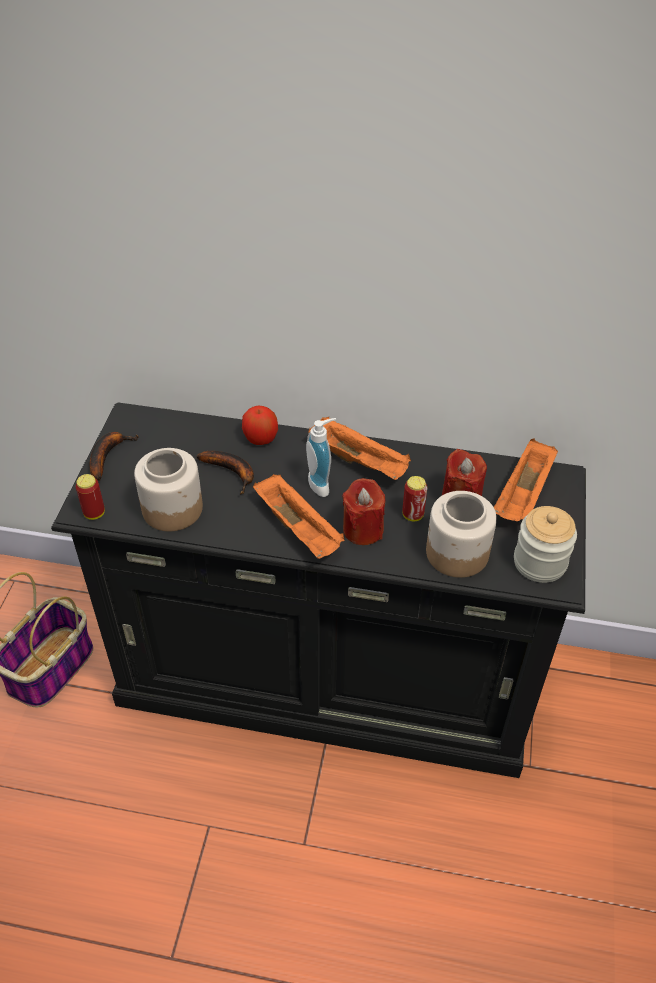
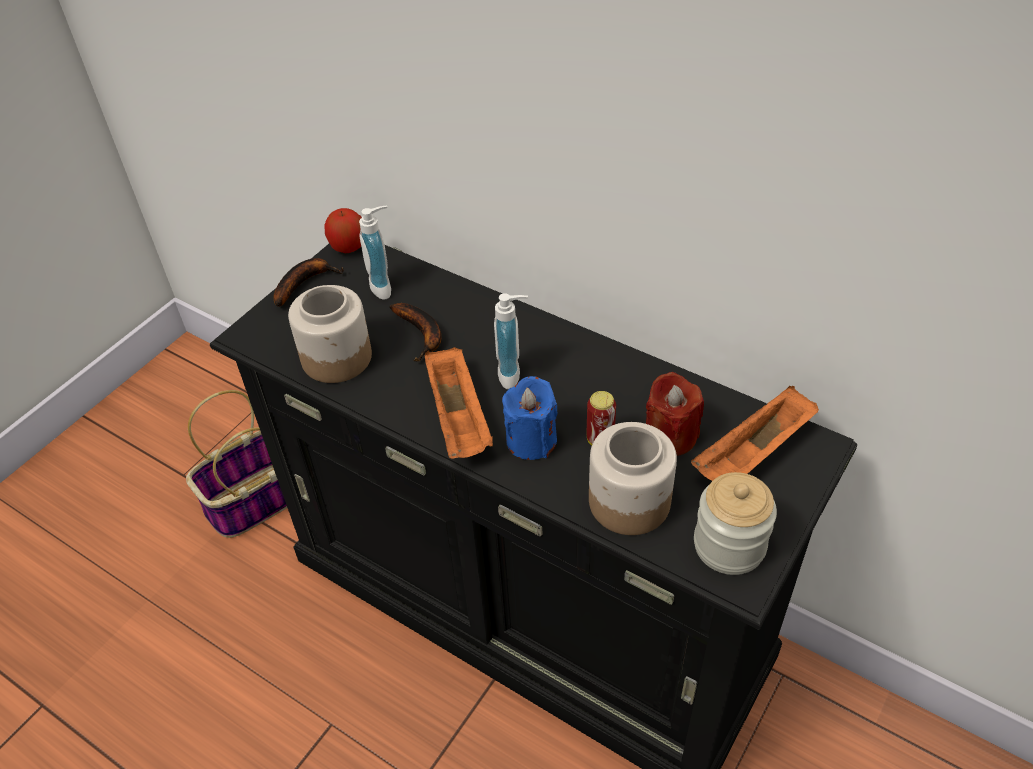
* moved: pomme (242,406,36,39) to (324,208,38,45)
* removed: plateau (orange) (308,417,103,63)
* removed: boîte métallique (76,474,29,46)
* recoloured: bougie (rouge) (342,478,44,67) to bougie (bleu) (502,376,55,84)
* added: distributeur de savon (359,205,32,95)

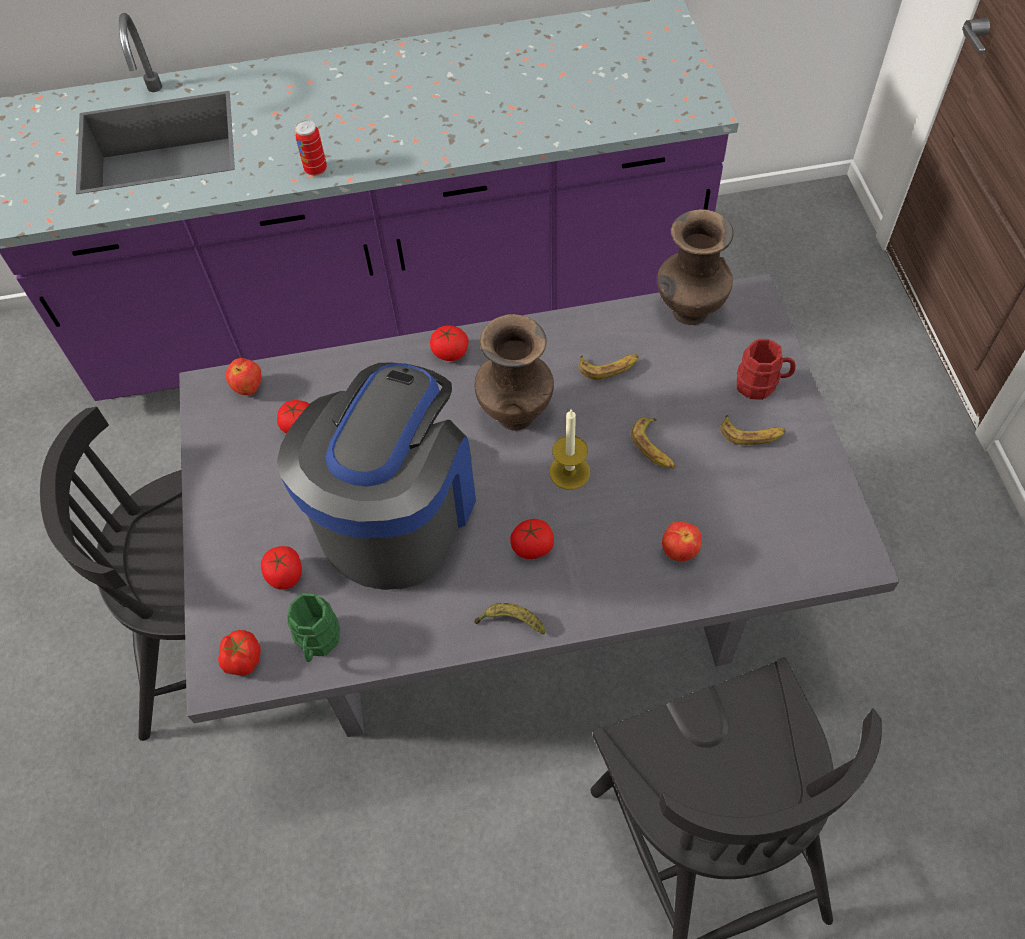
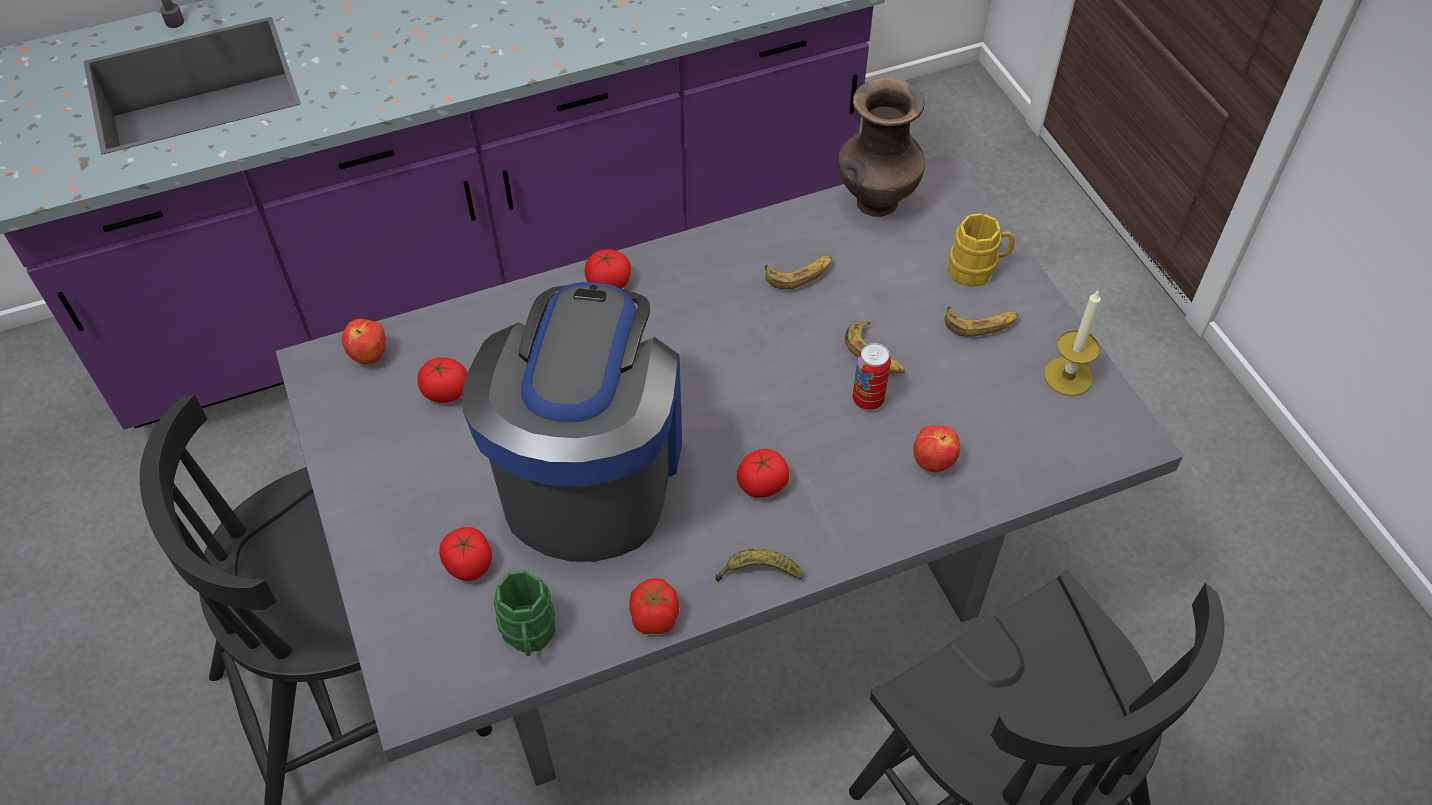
* moved: boîte métallique (295,120,32,56) to (853,343,38,67)
* removed: vase (marron) (475,314,79,117)
* recoloured: mug (rouge) (737,339,59,61) to mug (jaune) (948,213,67,74)
* moved: bougie (550,410,40,80) to (1044,291,57,105)
* moved: tomate (218,630,43,46) to (629,578,50,56)

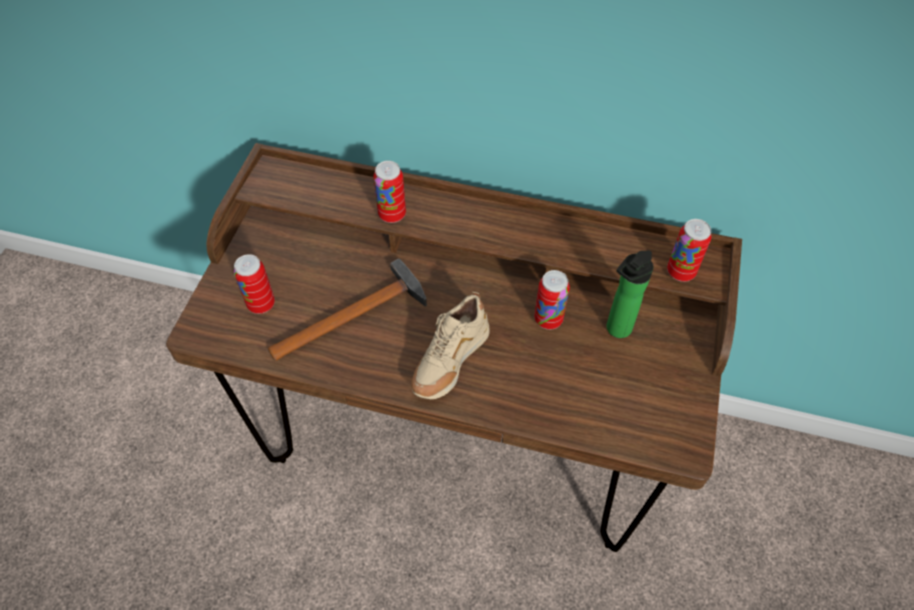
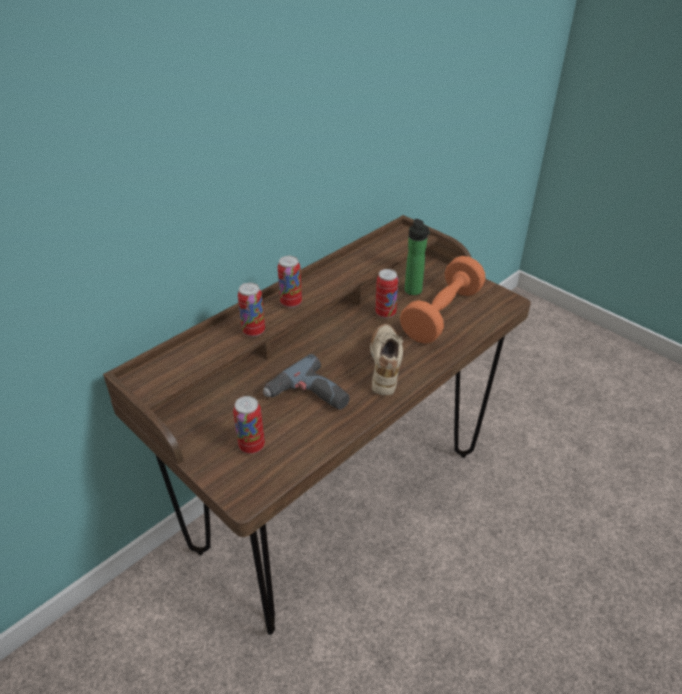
* moved: boîte métallique (667,219,44,63) to (278,256,24,52)
* replaced: marteau (268,259,159,102) to perceuse (263,354,87,56)
* turned: chaussure (beige) (411,292,79,107) = (370,324,33,71) 150 degrees counterclockwise
* added: haltère (orange) (400,256,86,88)

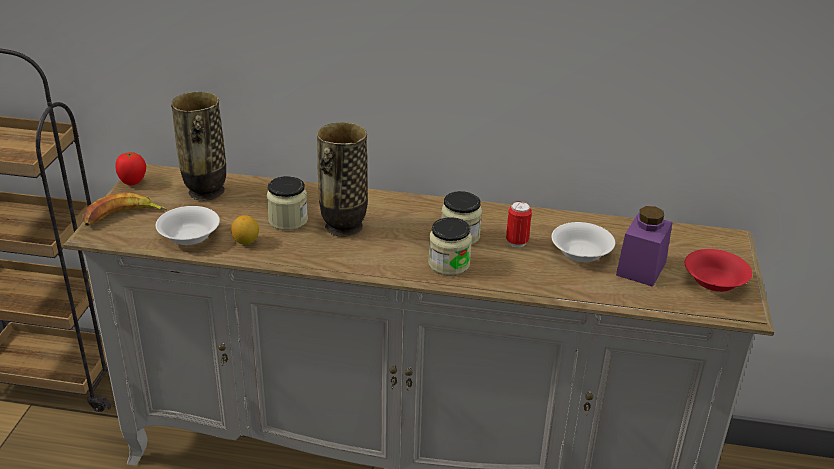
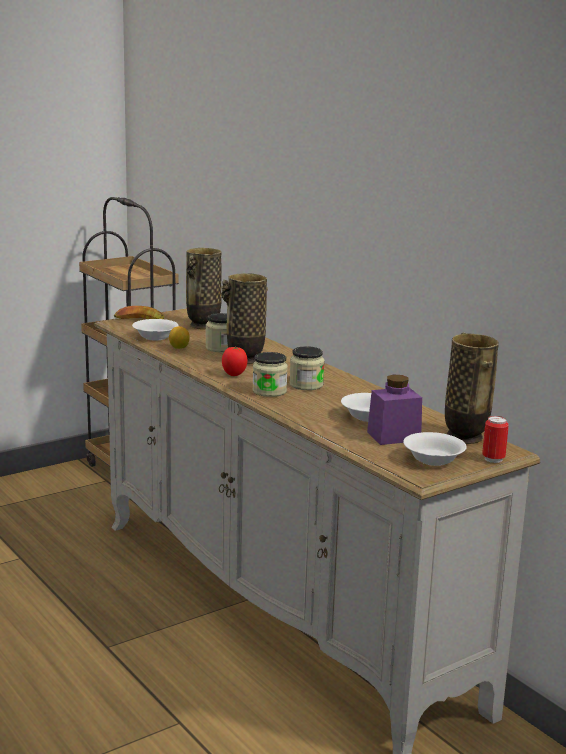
* moved: tomate (116,152,30,33) to (222,347,26,29)
* moved: boîte métallique (506,201,26,46) to (482,416,27,47)
* recoloured: bol (rouge) (685,249,67,43) to bol (blanc) (403,432,64,34)
* added: vase (445,332,54,112)

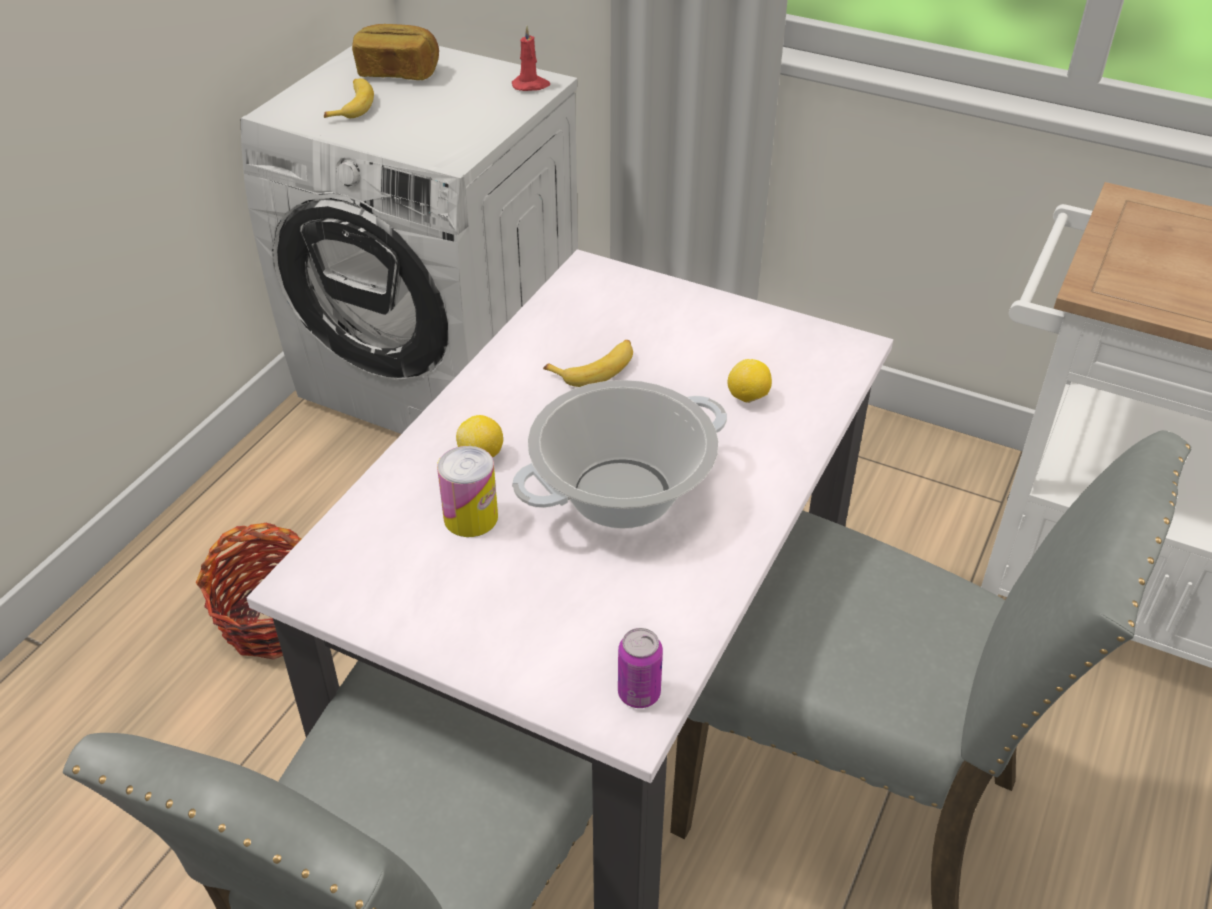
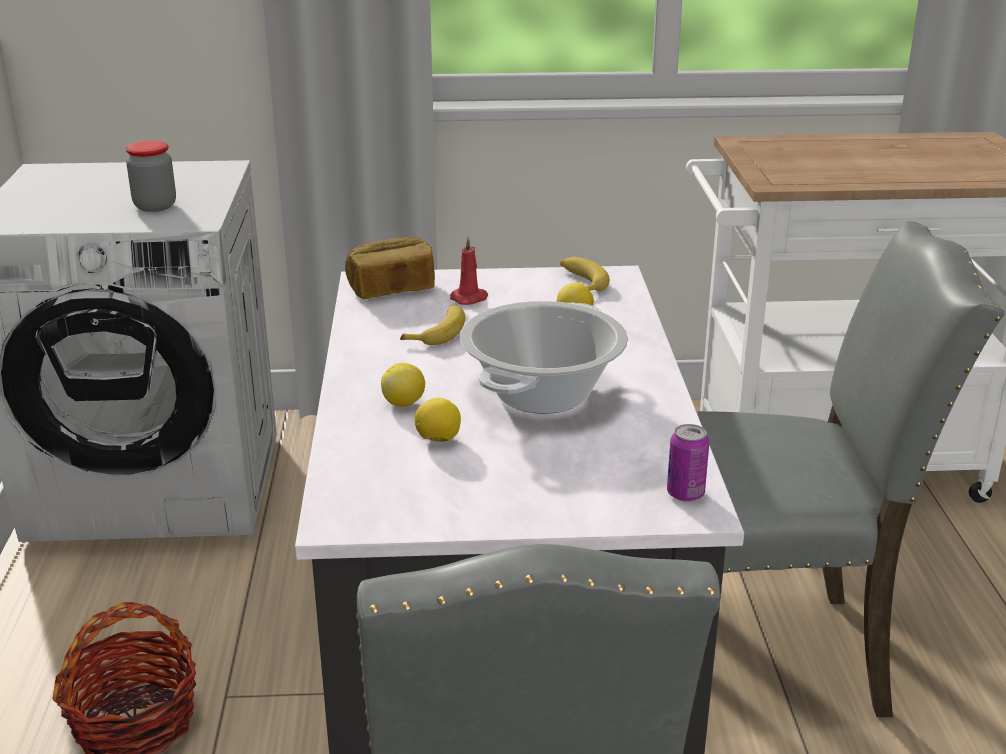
* moved: pain (352,24,87,56) to (345,237,90,62)
* moved: bougie (rouge) (512,26,38,65) to (450,236,38,69)
* moved: banane (324,78,50,40) to (560,257,50,34)
* replaced: boîte métallique (437,446,61,91) to citron (415,398,46,44)
* added: bocal (126,141,50,71)

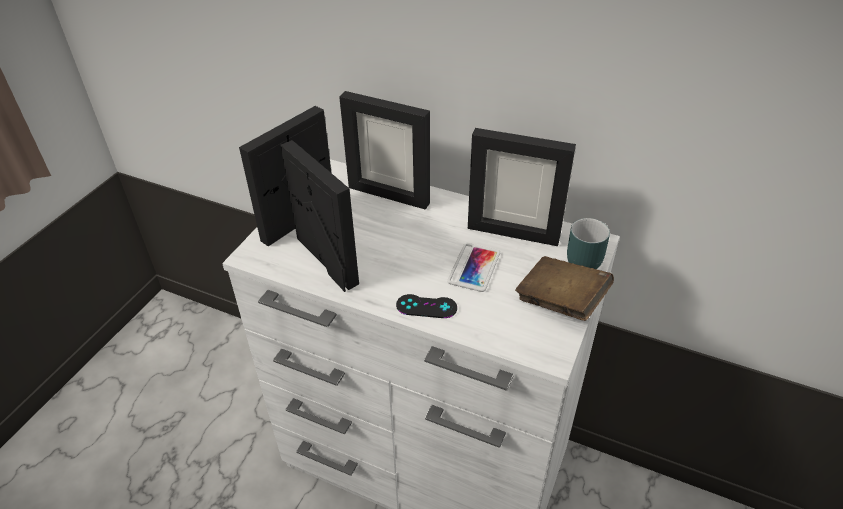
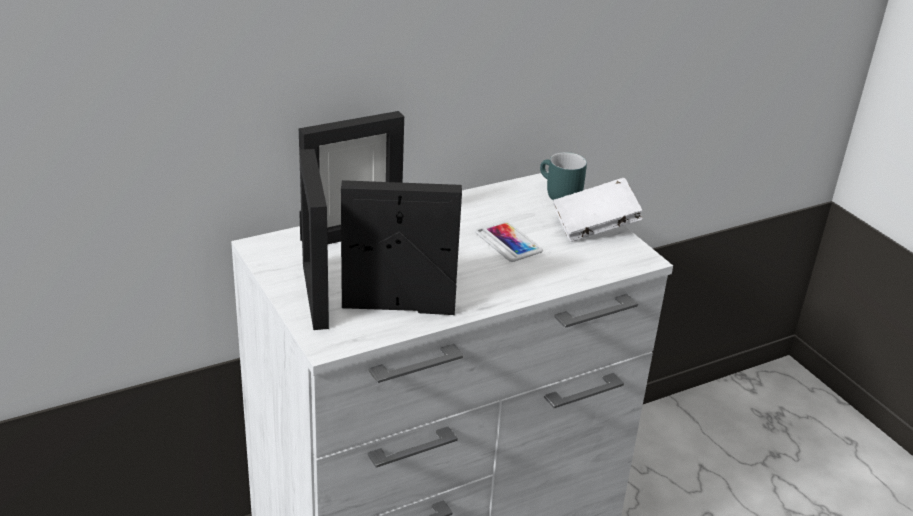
* removed: cadre photo (468,128,108,118)
* recoloured: livre (marron) (515,256,99,65) to livre (blanc) (553,178,90,64)
* removed: manette (noir) (396,294,61,24)

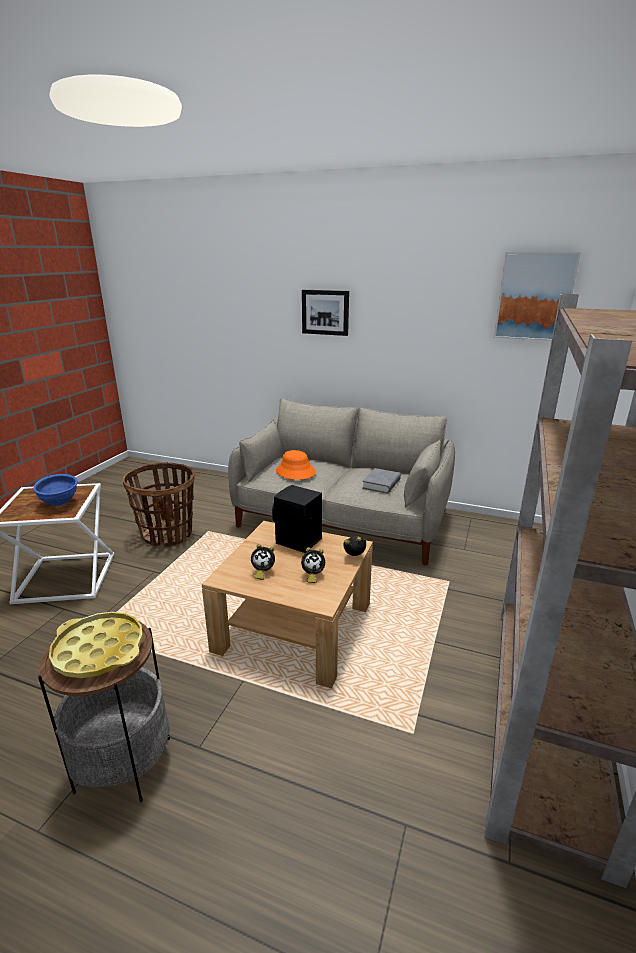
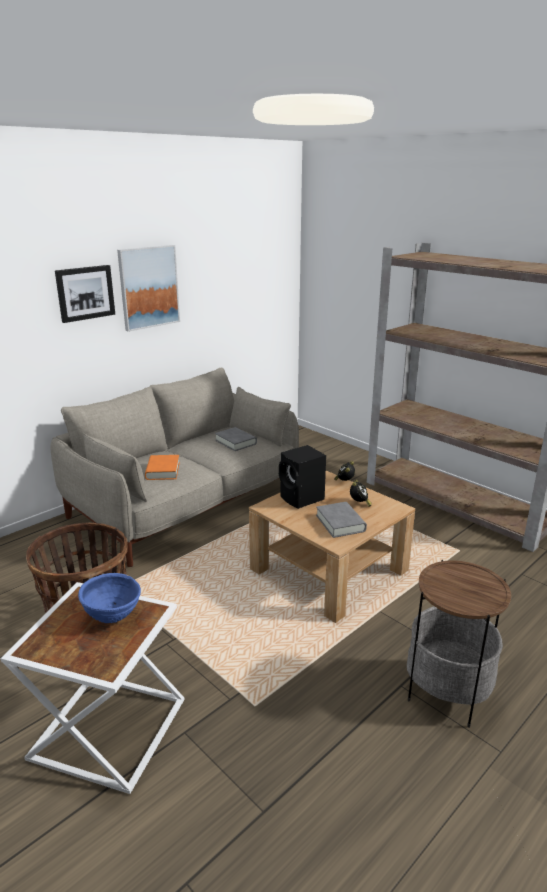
* moved: tableau (494,252,87,89) to (117,245,63,87)
* replaced: chapeau (orange) (276,450,40,30) to livre (orange) (145,455,35,25)
* replaced: réveil (251,544,24,36) to livre (gris) (316,502,51,36)
* removed: plateau (jaune) (49,612,94,66)

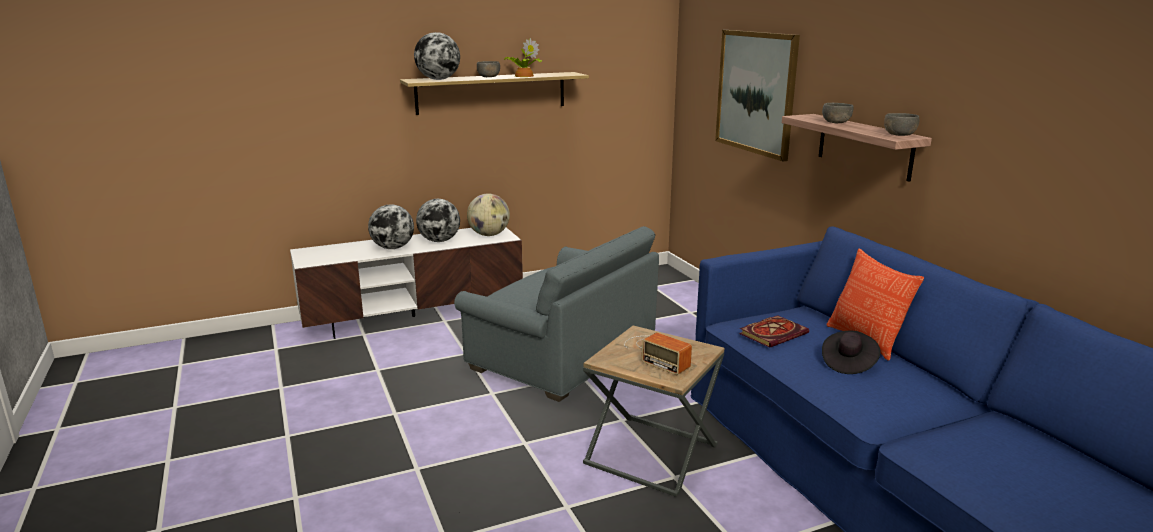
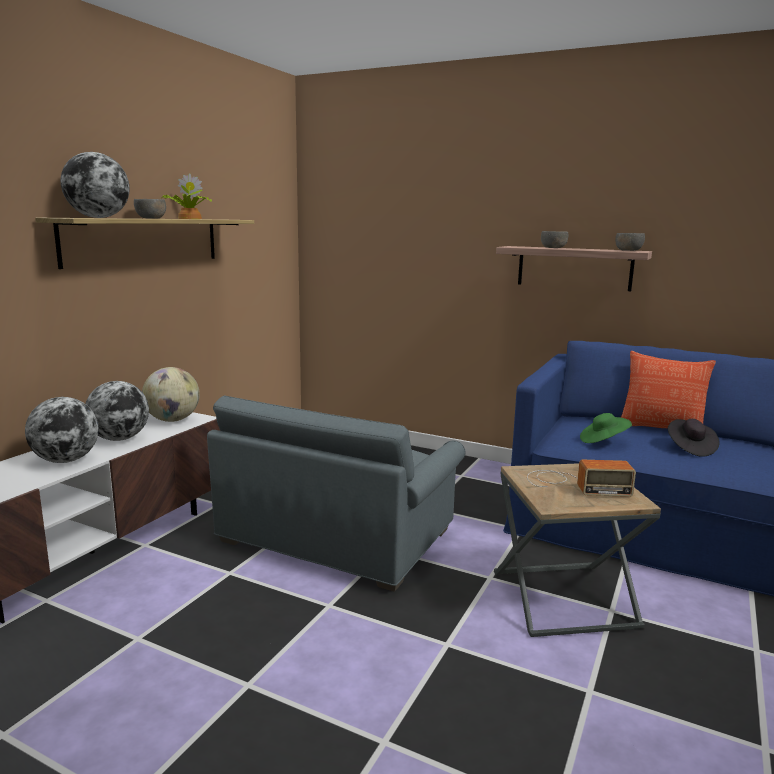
* removed: tableau (715,30,85,131)
* turned: fauteuil (gris) (454,226,205,176) = (207,395,259,197) 120 degrees clockwise
* replaced: livre (739,315,70,32) to chapeau (vert) (580,413,52,30)

